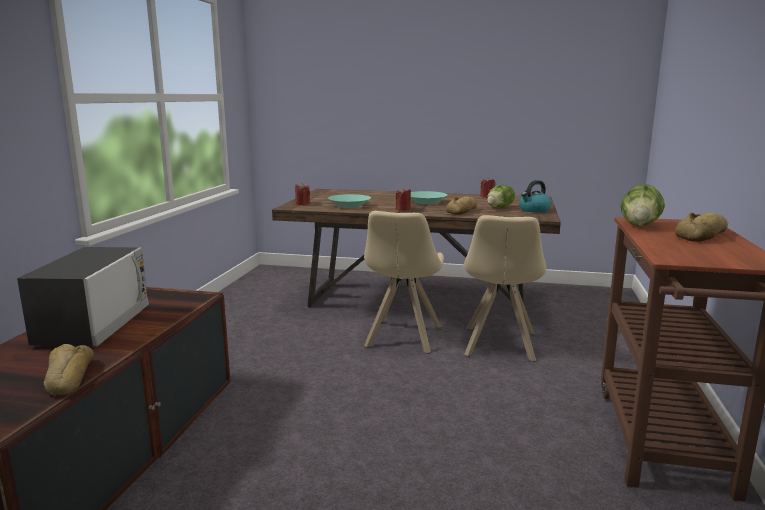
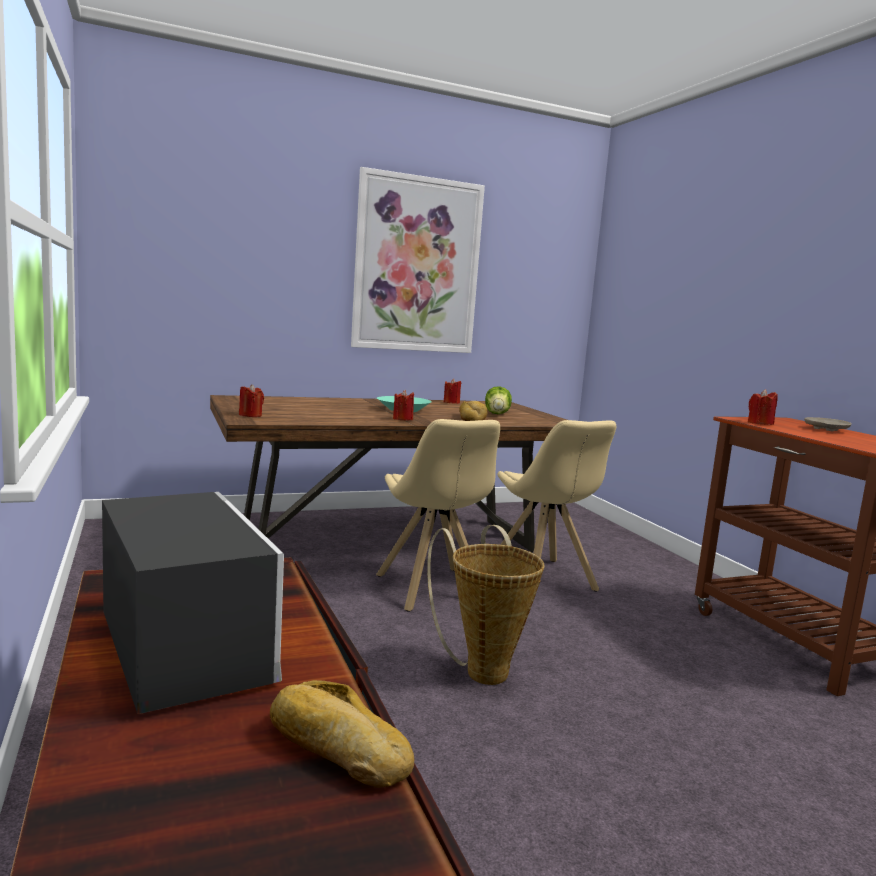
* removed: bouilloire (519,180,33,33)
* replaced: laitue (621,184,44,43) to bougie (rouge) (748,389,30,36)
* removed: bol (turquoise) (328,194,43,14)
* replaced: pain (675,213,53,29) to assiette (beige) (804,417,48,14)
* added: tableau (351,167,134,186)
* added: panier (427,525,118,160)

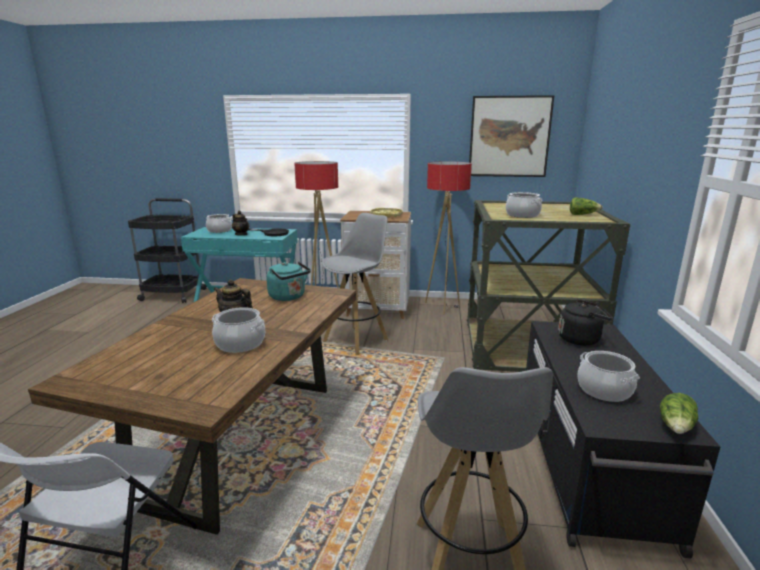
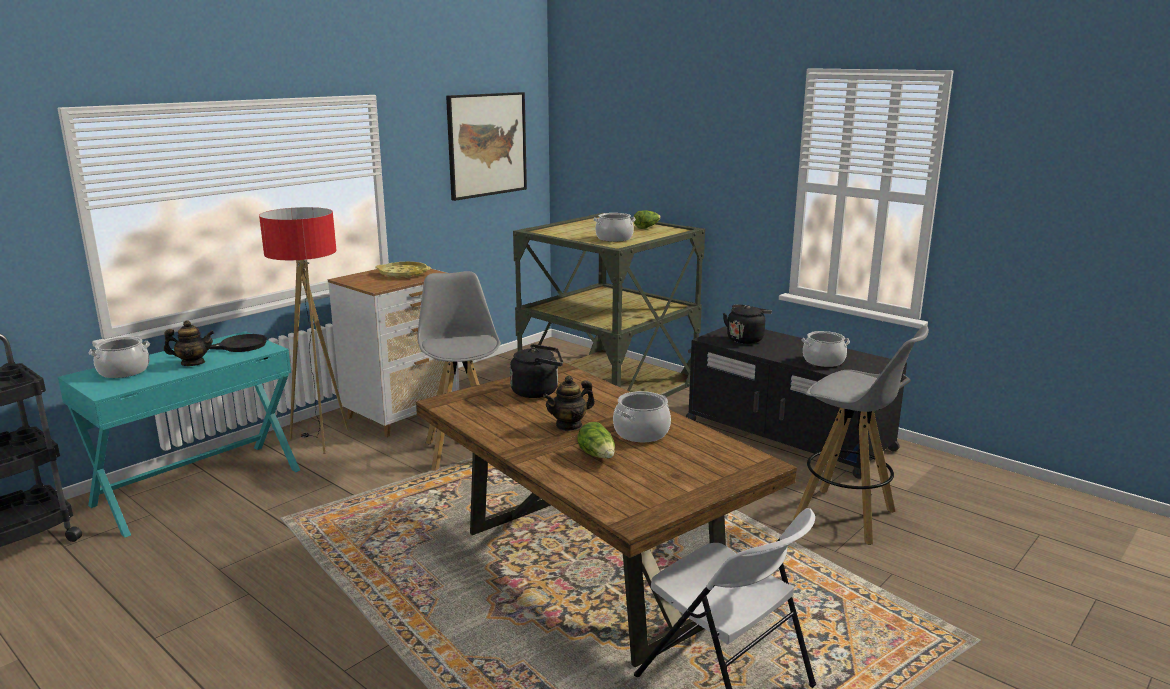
* removed: lampadaire (425,161,47,154)
* recoloured: bouilloire (turquoise) (266,261,45,40) to bouilloire (noir) (510,344,53,54)
* moved: laitue (660,393,38,41) to (577,422,38,37)

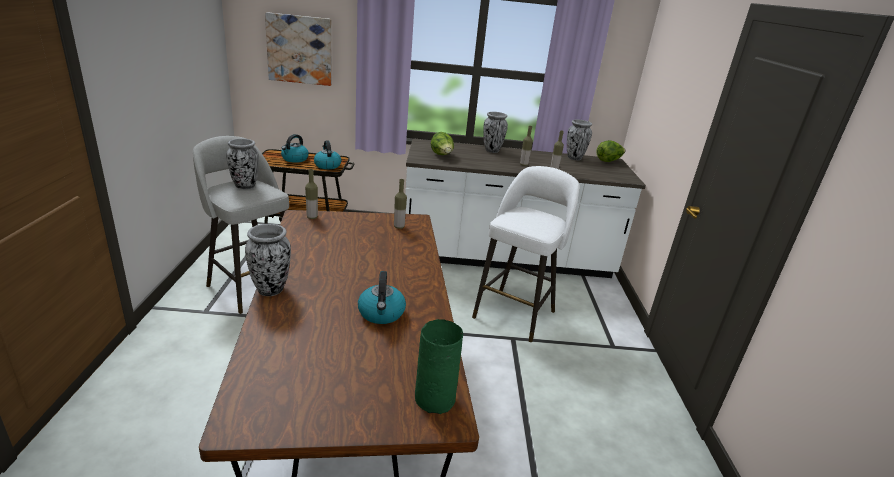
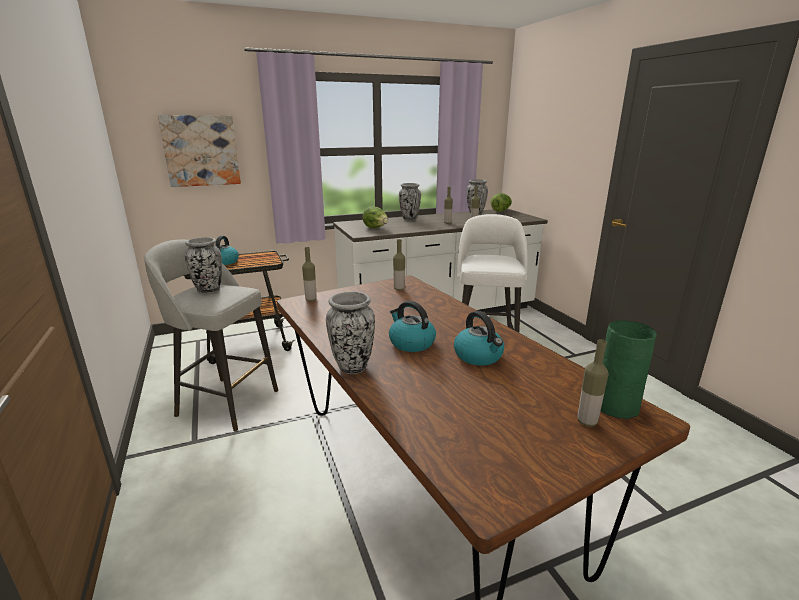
* moved: bouilloire (314,140,27,29) to (389,301,47,51)
* added: bouteille (577,339,32,88)

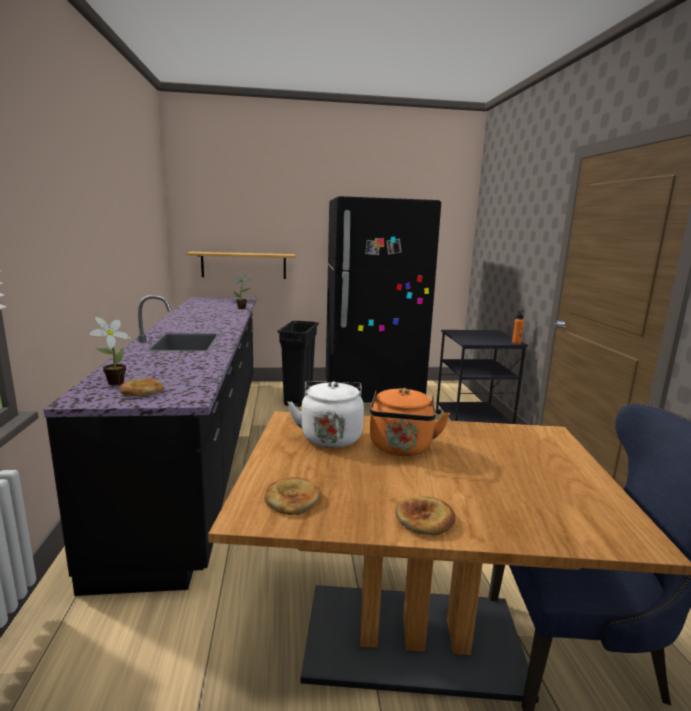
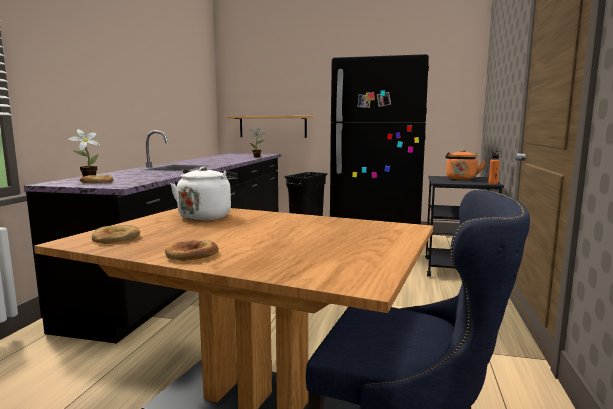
* moved: bouilloire (orange) (370,388,80,68) to (445,150,40,30)

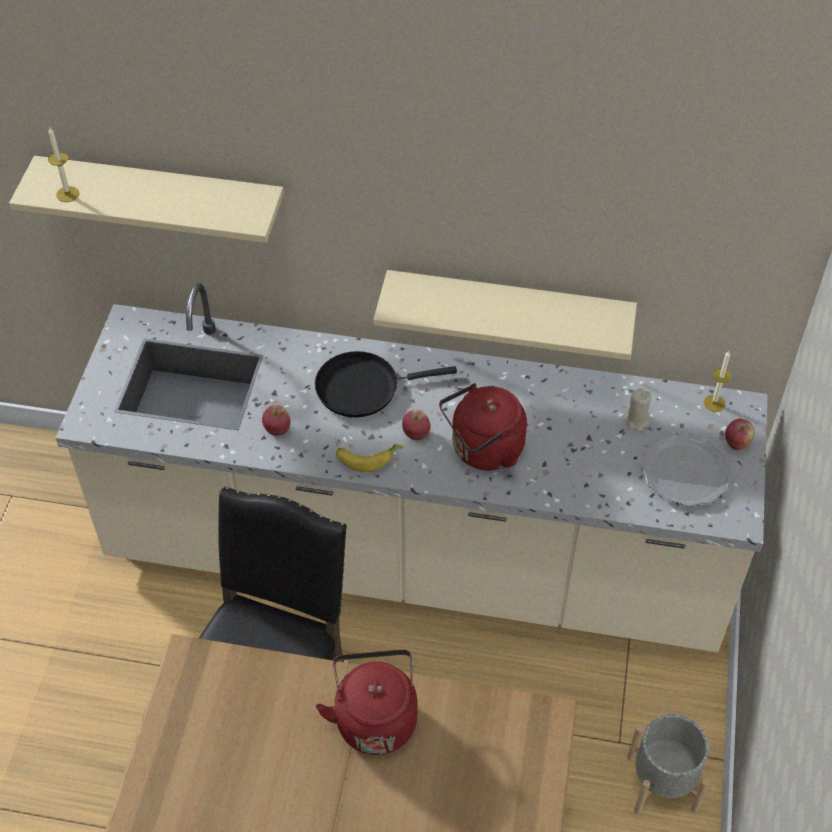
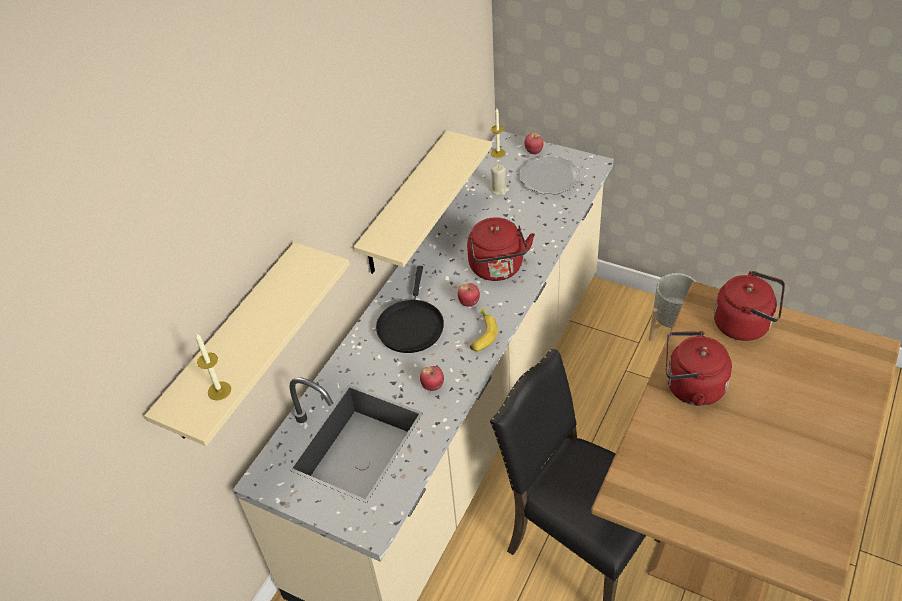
* added: bouilloire (rouge) (714,271,71,70)

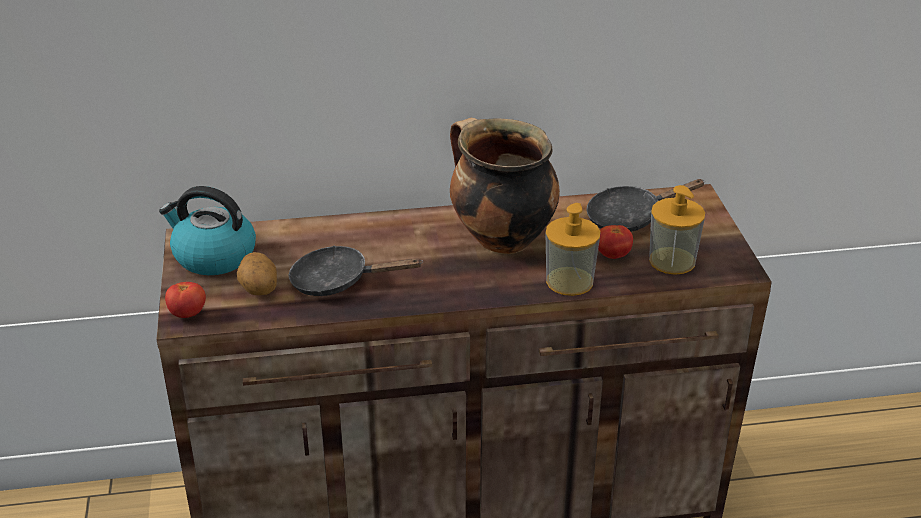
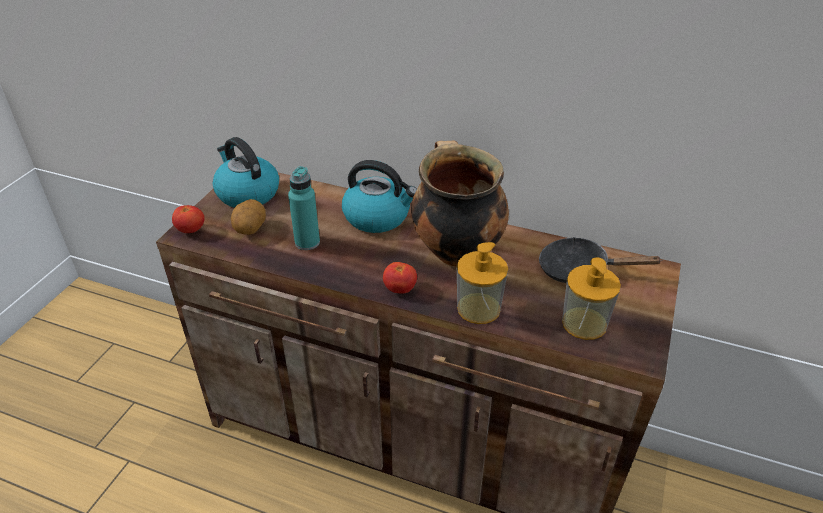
* moved: tomate (598,225,35,34) to (383,262,34,32)
* replaced: poêle (noir) (289,245,134,51) to bouteille (turquoise) (288,166,32,84)
* added: bouilloire (342,160,75,73)

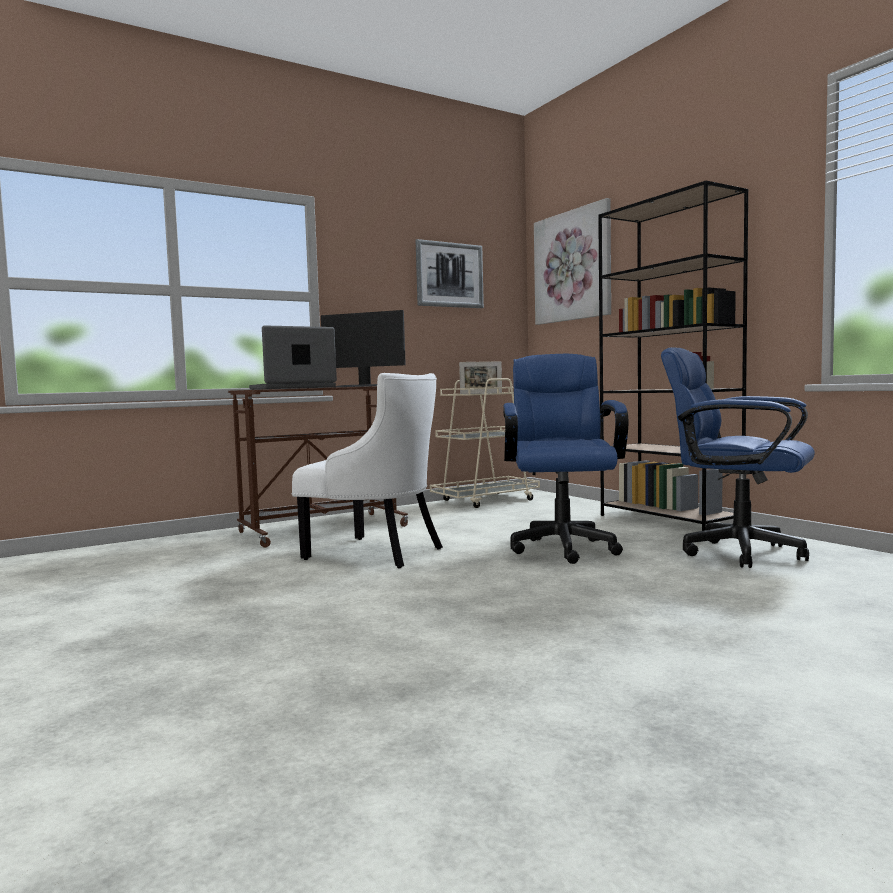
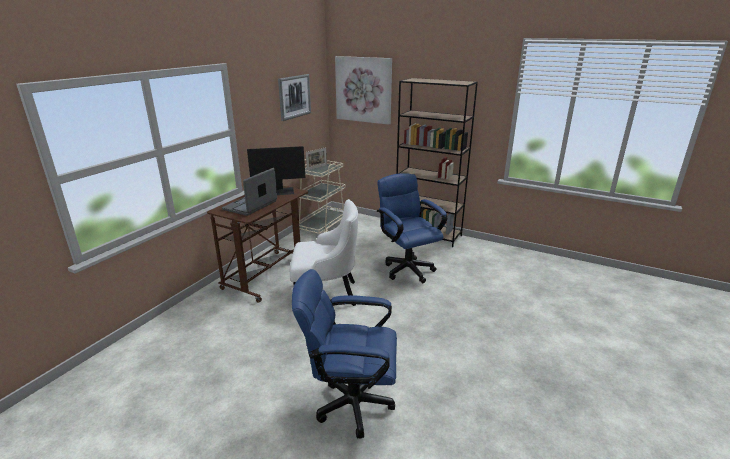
* moved: chaise de bureau (bleu) (661,347,154,221) to (292,269,105,169)

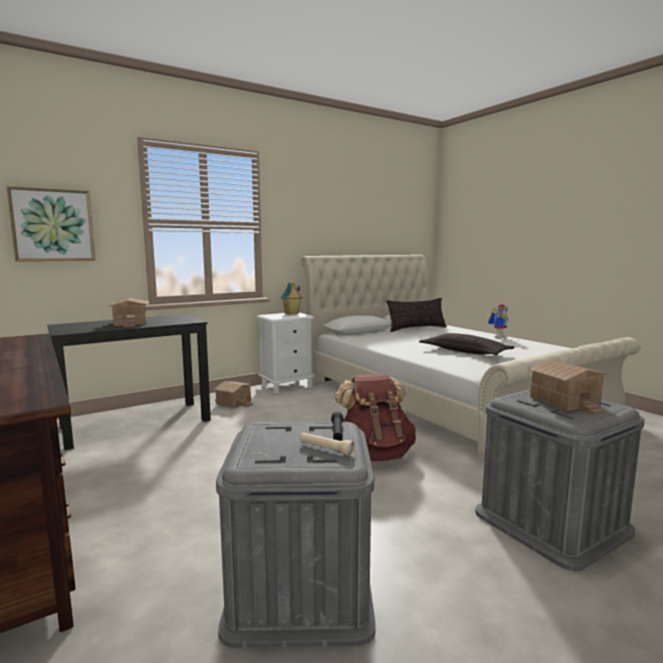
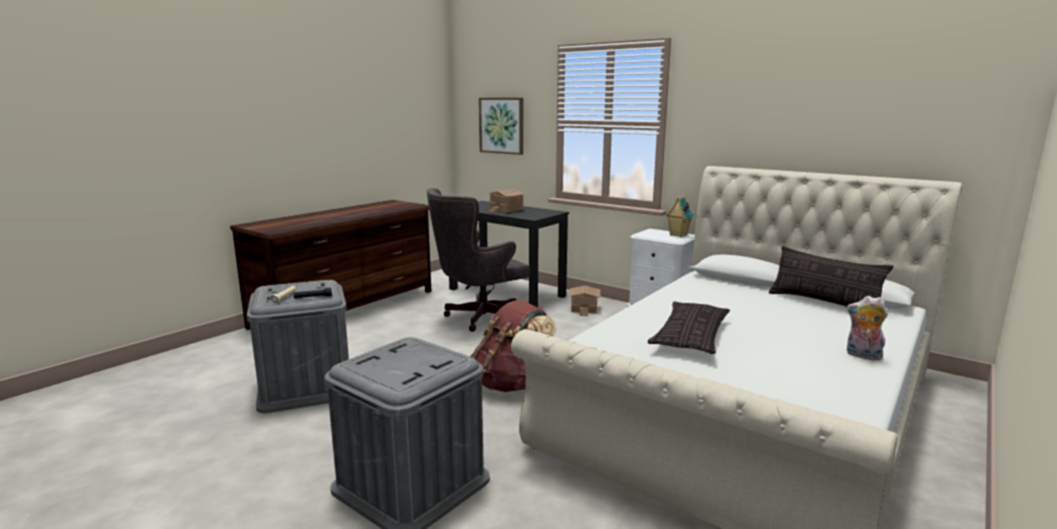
* replaced: robot jouet (488,304,21,35) to peluche (847,296,41,65)
* removed: maison miniature (528,360,79,55)
* added: chaise de bureau (gris) (427,188,103,143)

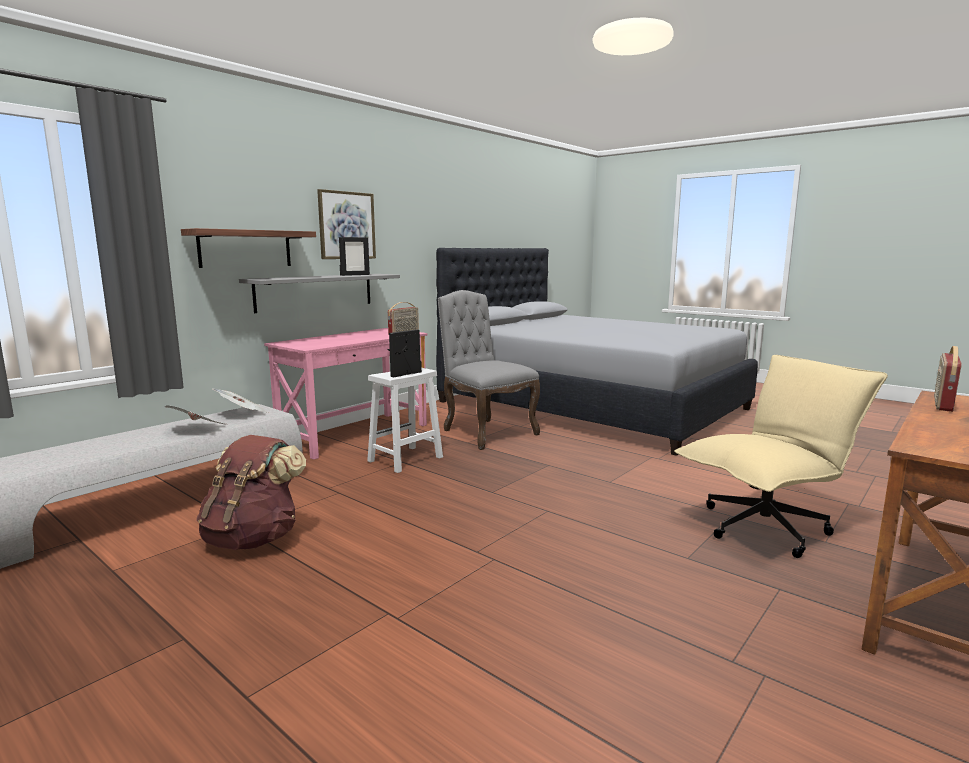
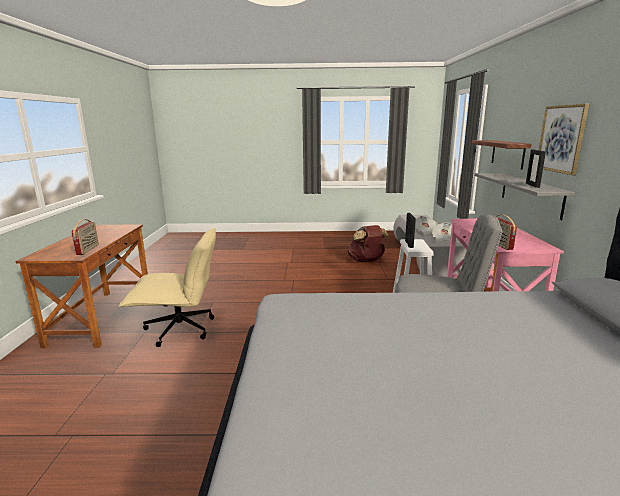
* turned: chaise de bureau (beige) (674,355,214,203) = (119,228,97,119) 120 degrees counterclockwise

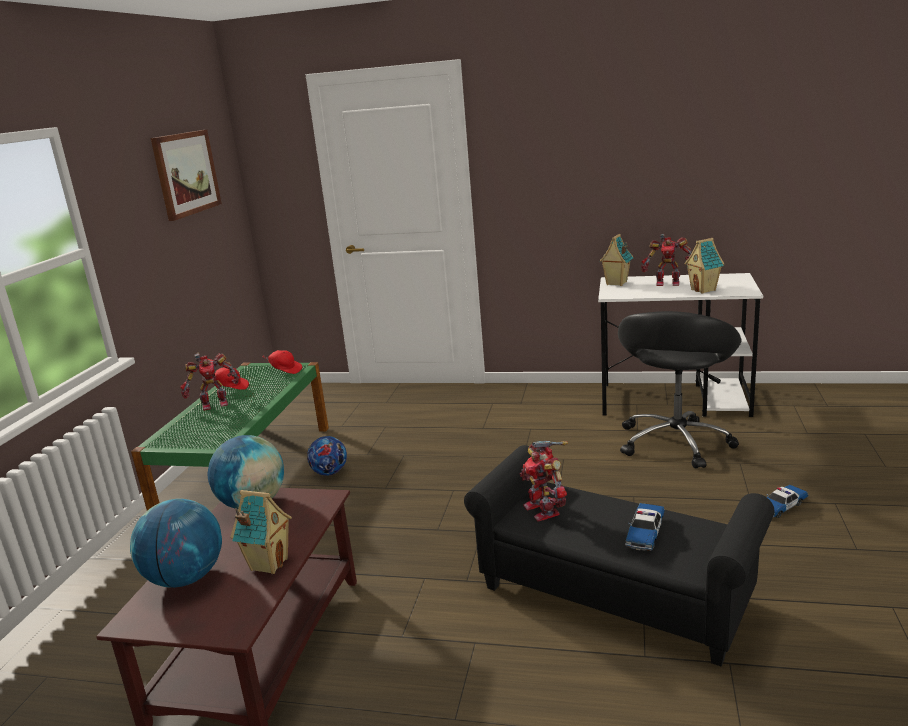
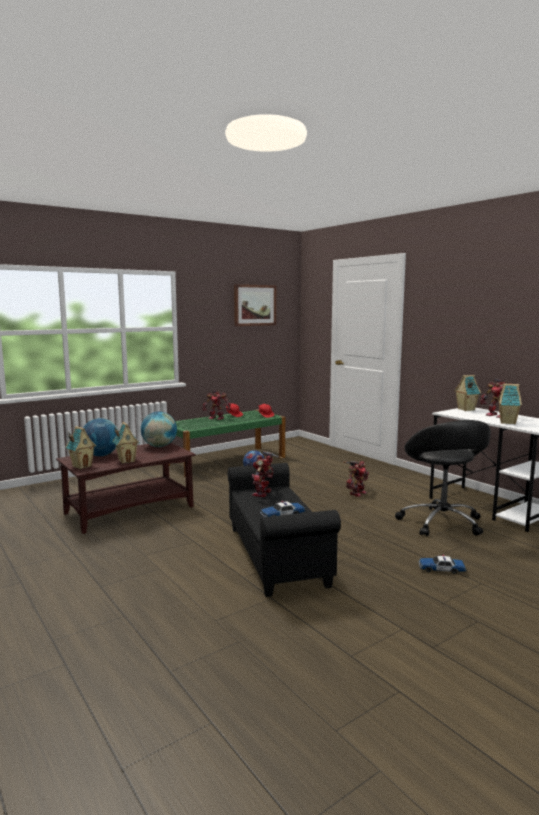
* turned: chaise de bureau (noir) (618,311,124,157) = (395,420,96,116) 75 degrees counterclockwise
* added: maison miniature (66,426,30,43)
* added: robot jouet (343,461,26,36)

